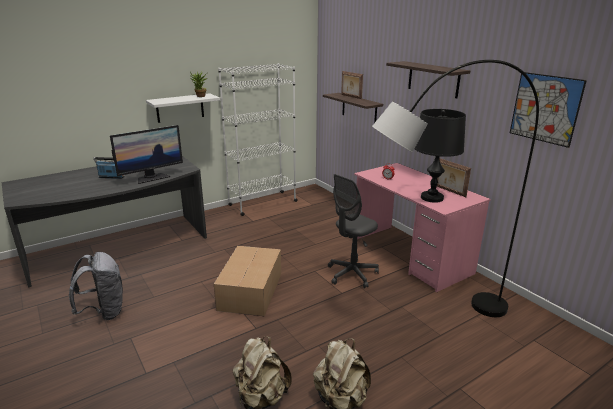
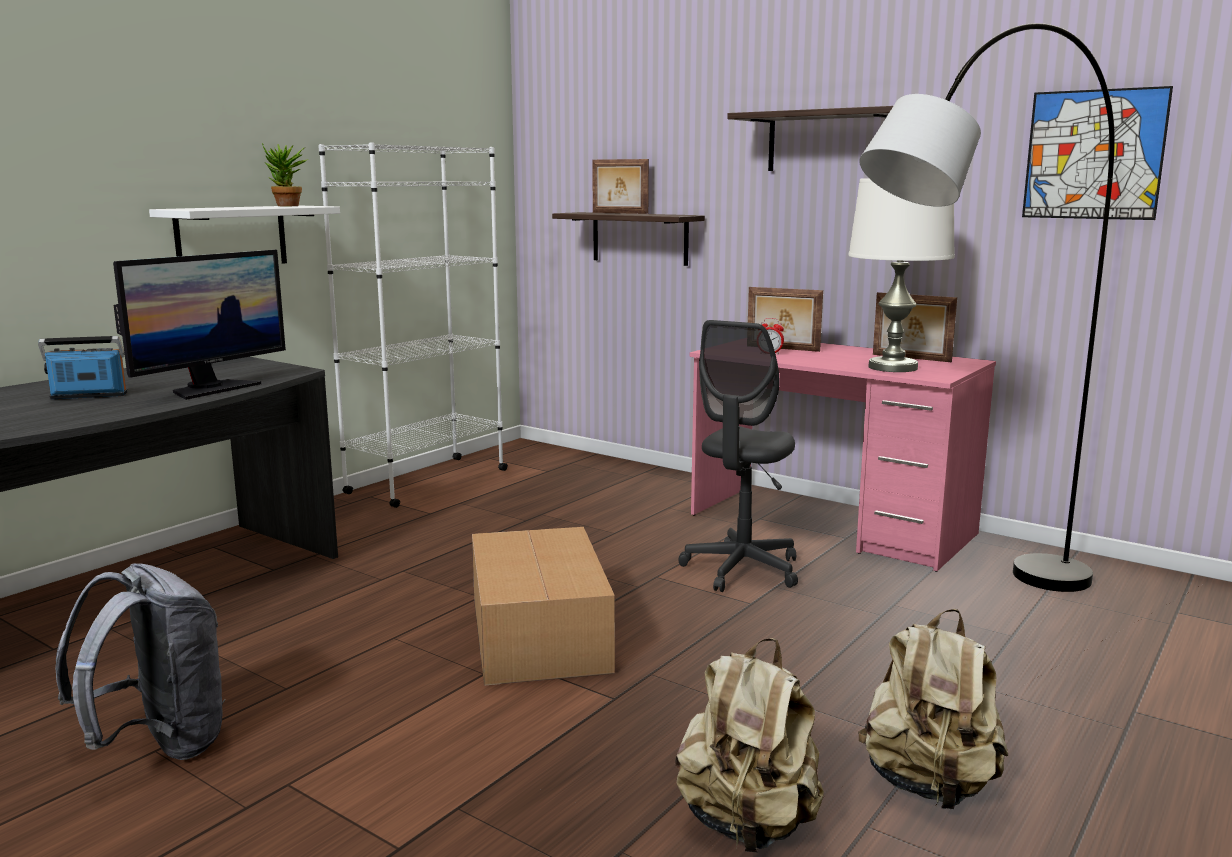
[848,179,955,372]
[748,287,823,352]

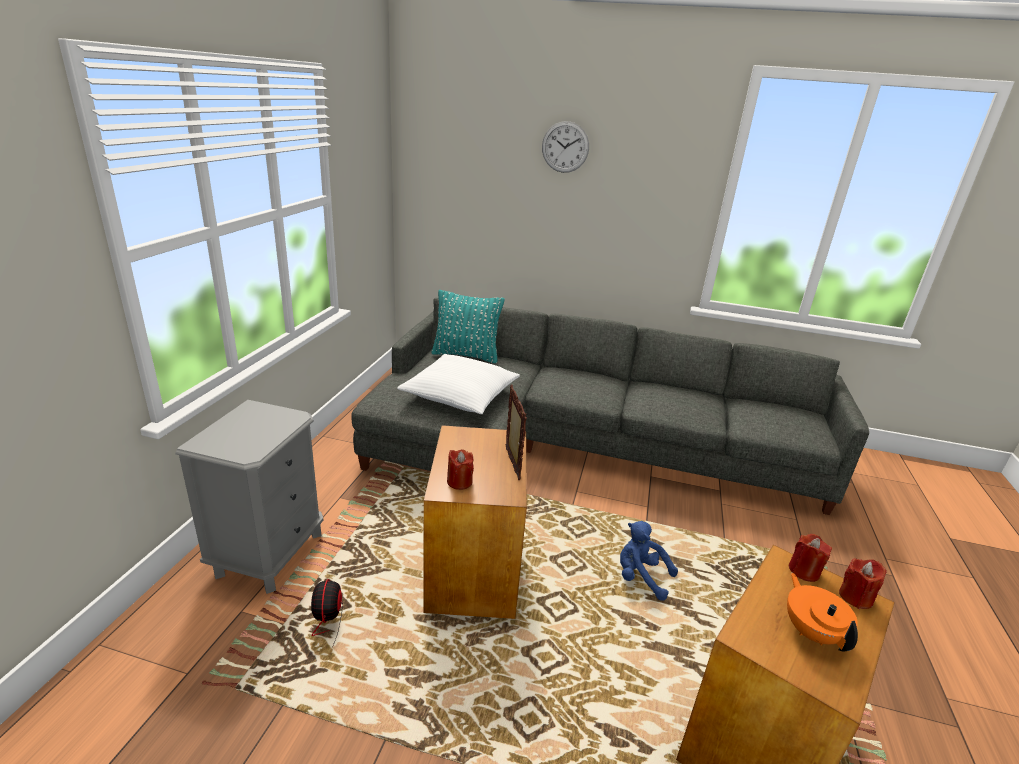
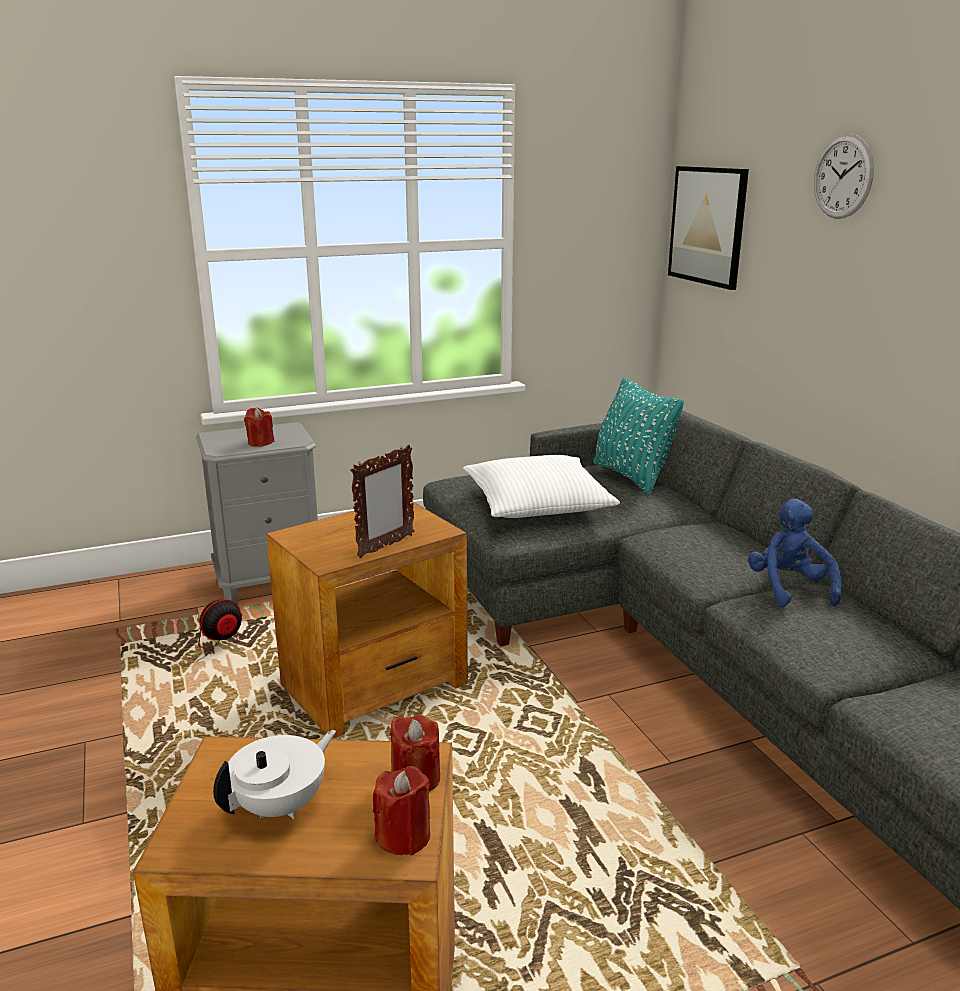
[244,408,274,447]
[748,499,842,607]
[213,730,336,819]
[668,166,749,290]

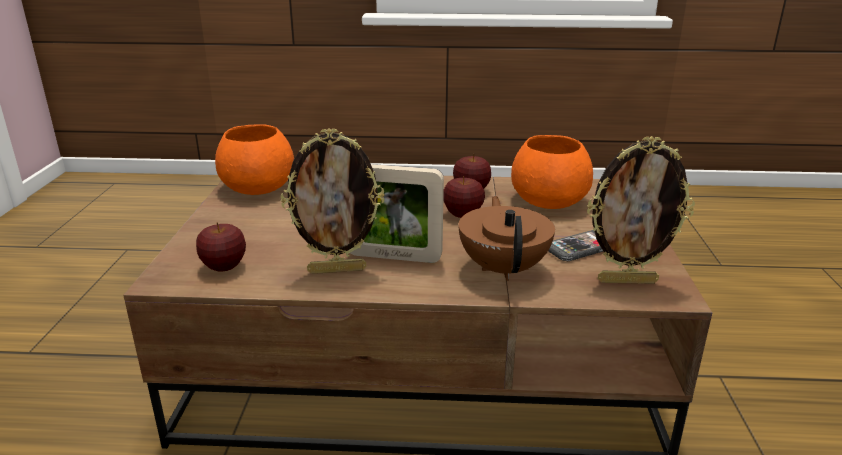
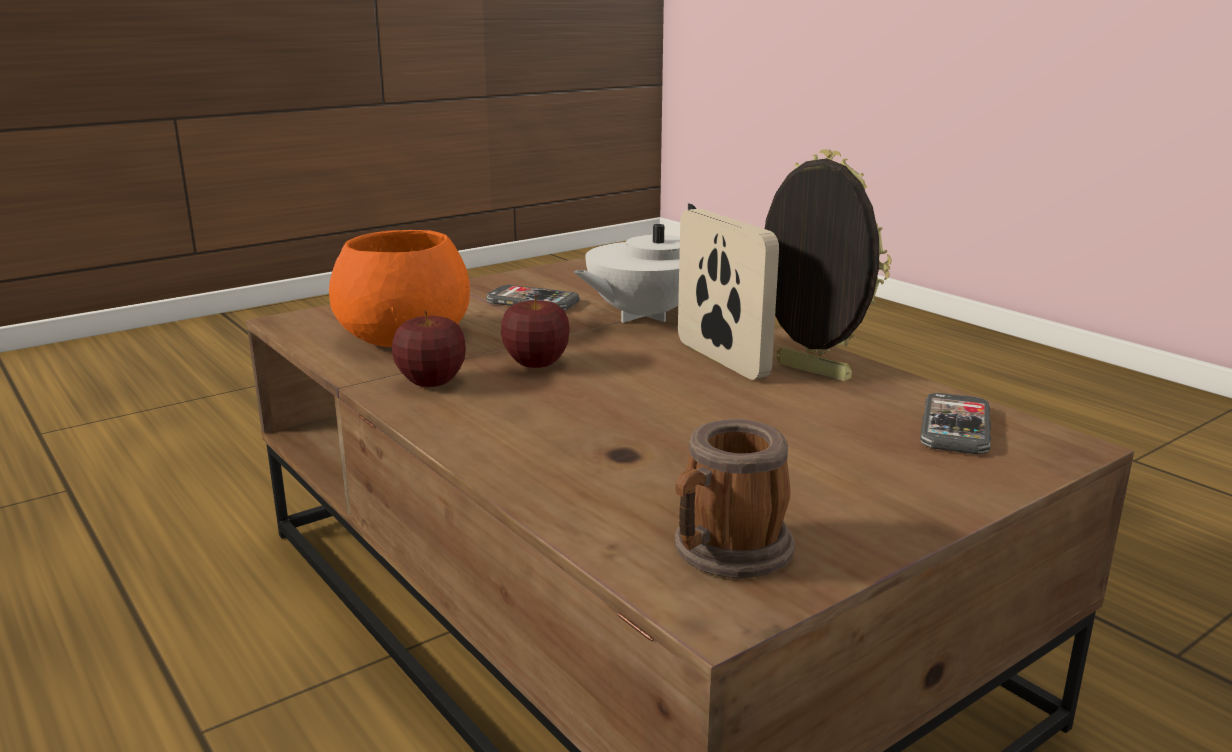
[920,393,991,454]
[675,419,795,578]
[574,203,696,323]
[587,136,695,284] (first image)

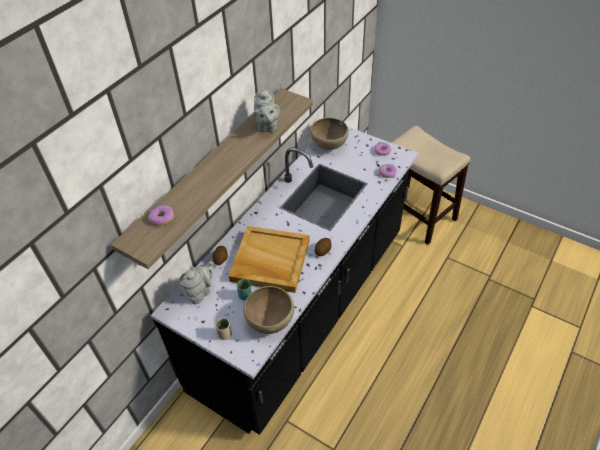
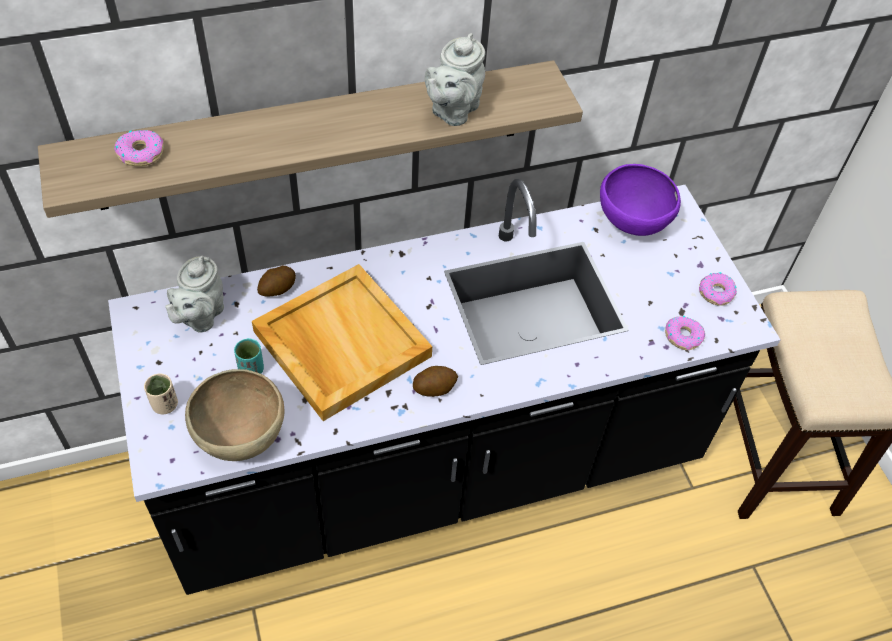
[165,256,224,333]
[600,164,681,236]

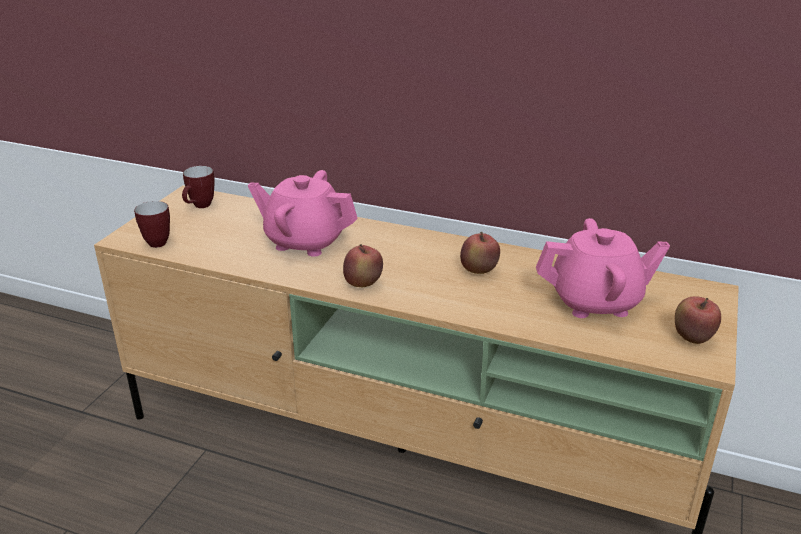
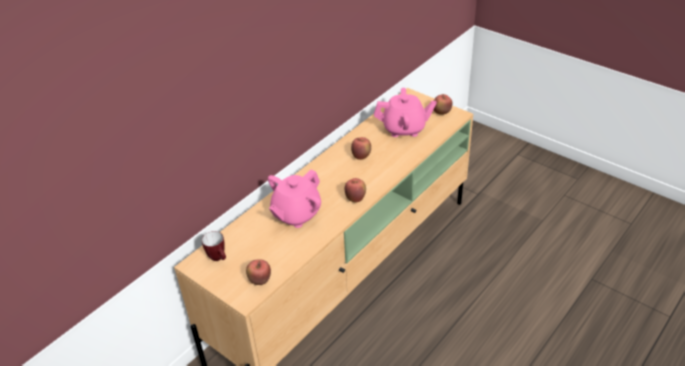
[246,259,271,285]
[374,88,437,137]

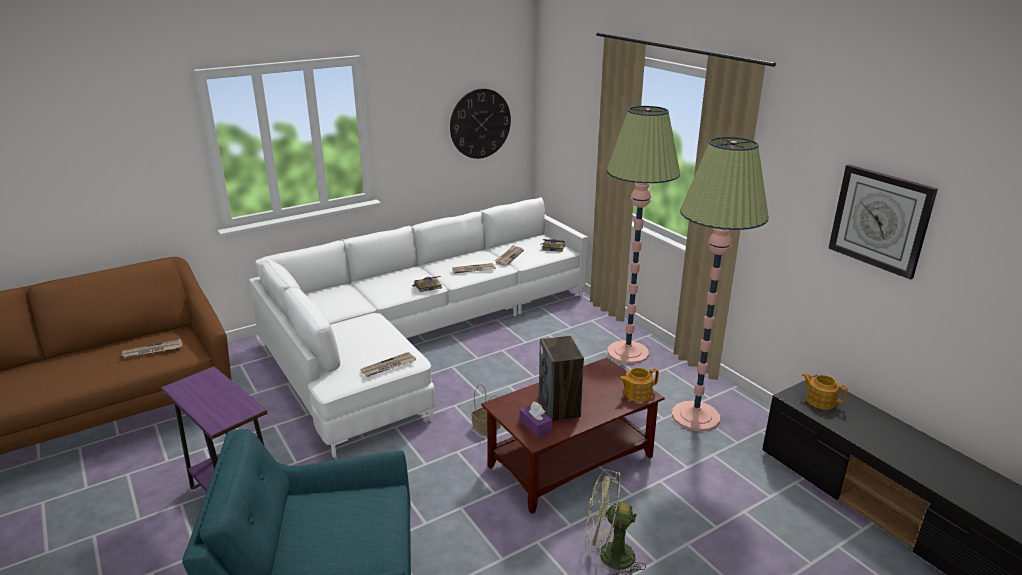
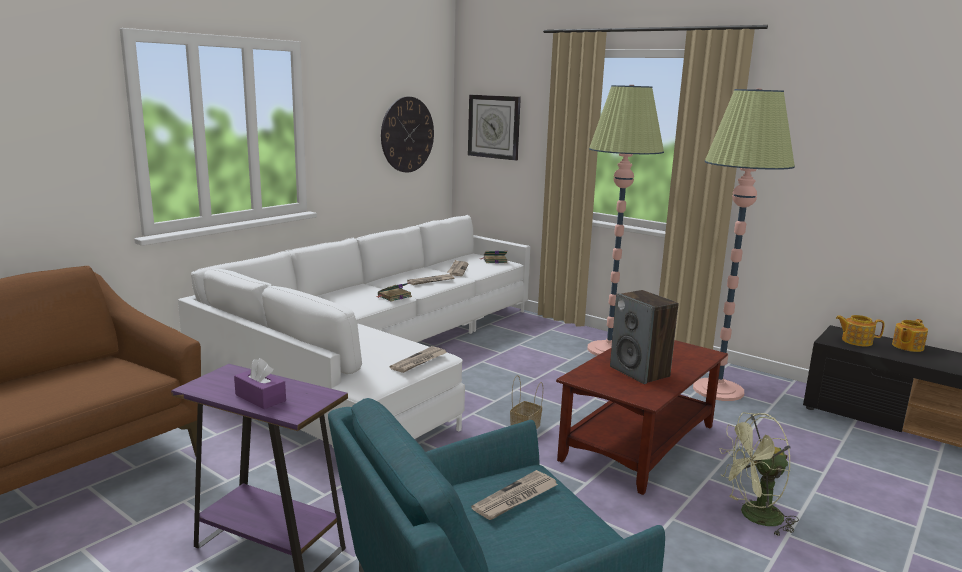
[471,470,558,520]
[234,358,286,409]
[892,319,928,352]
[468,95,521,161]

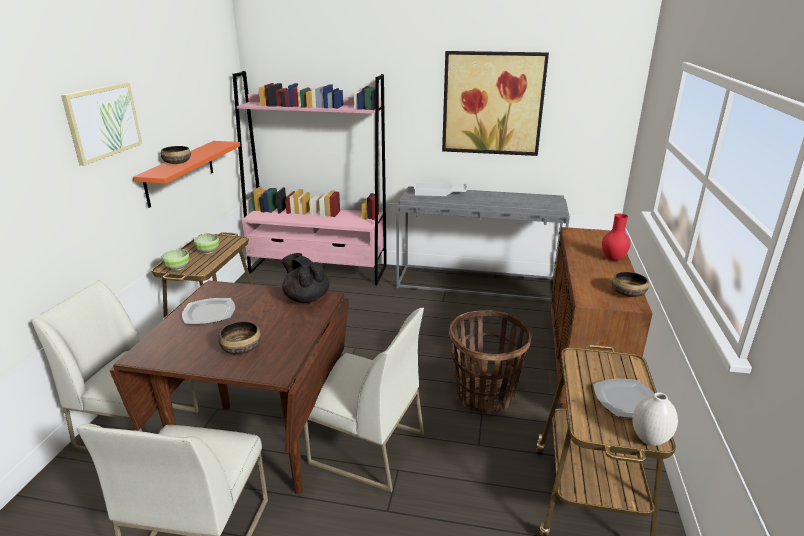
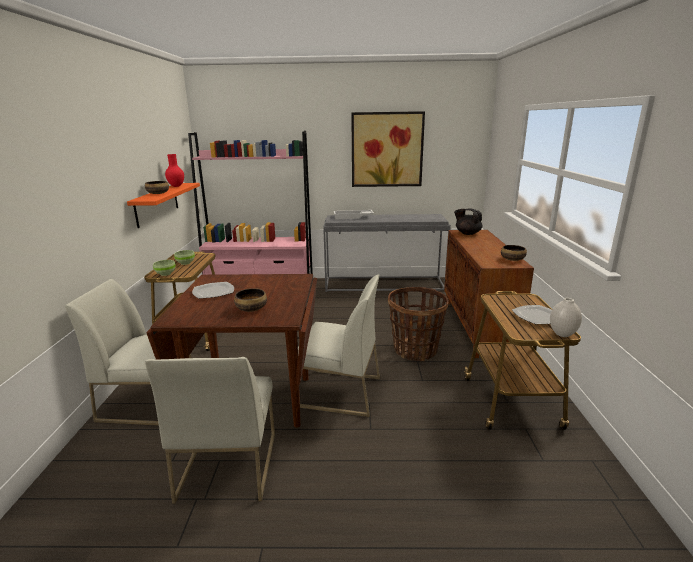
[61,82,142,166] (first image)
[454,208,482,235]
[165,154,184,187]

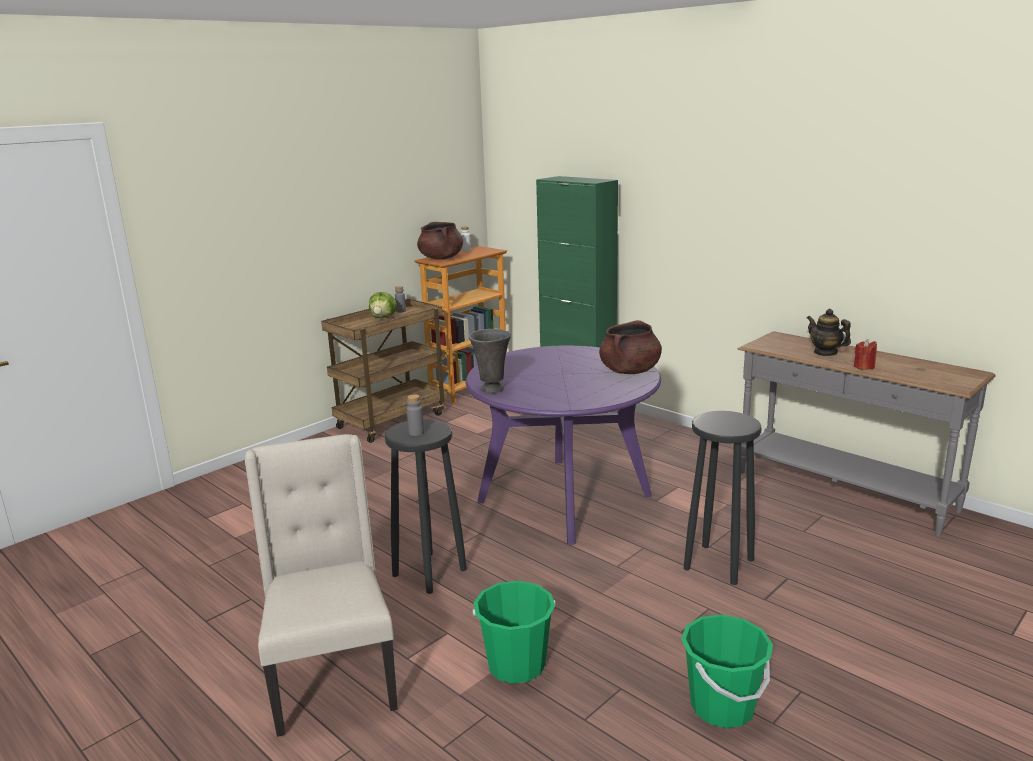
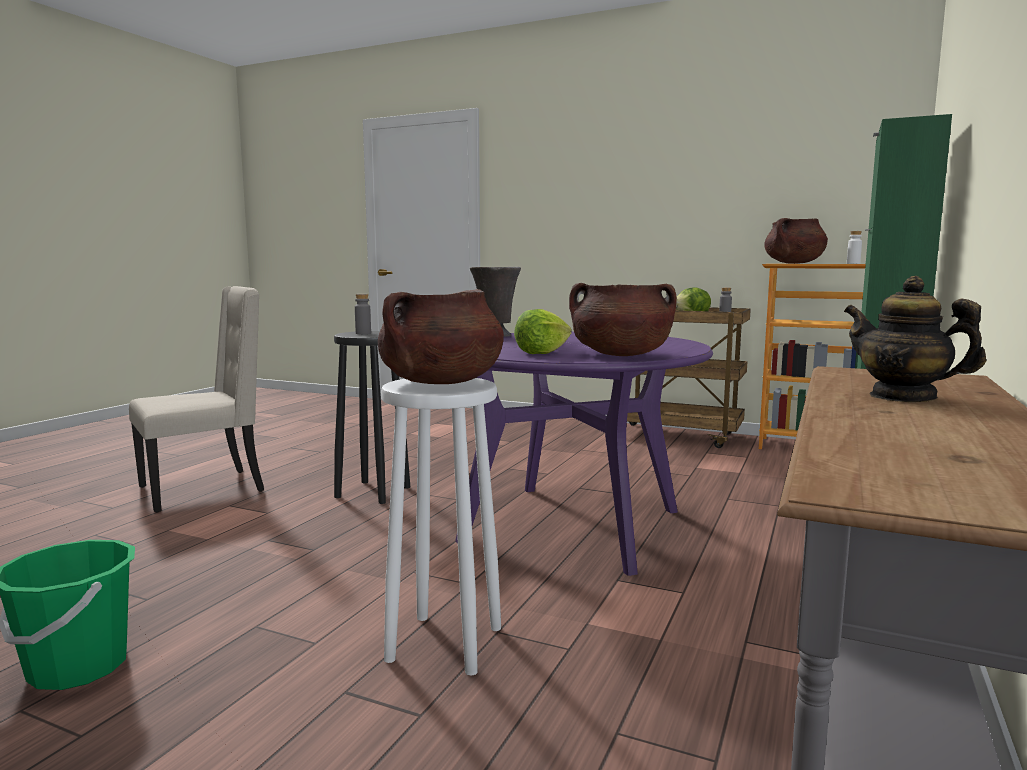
[472,581,555,684] (first image)
[381,378,501,675]
[844,276,986,402]
[854,339,877,370] (first image)
[378,289,504,384]
[514,309,571,354]

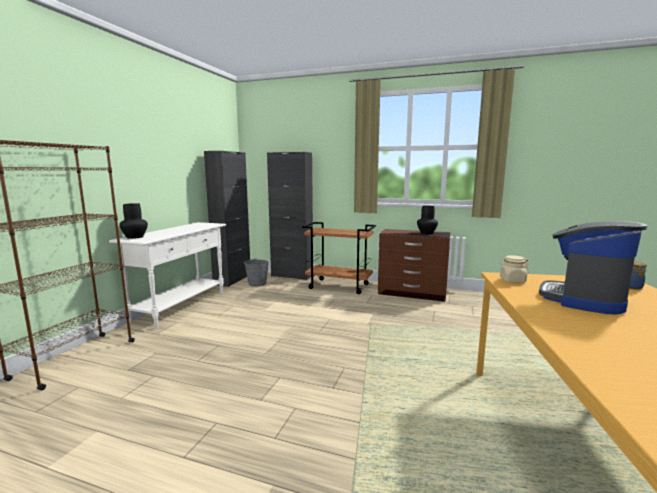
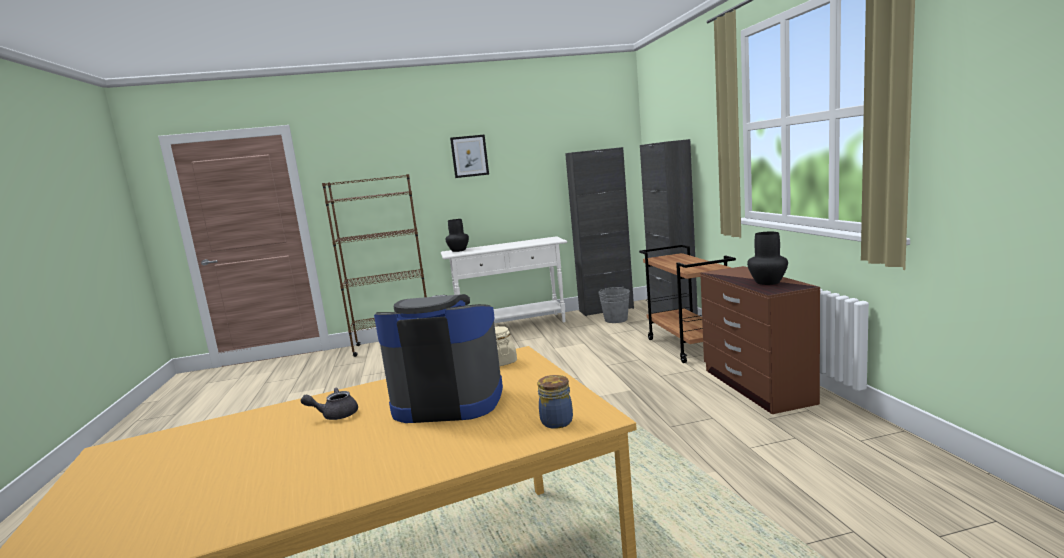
[301,388,358,420]
[450,134,489,178]

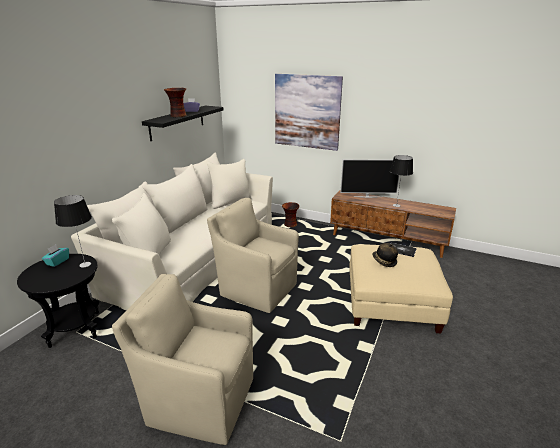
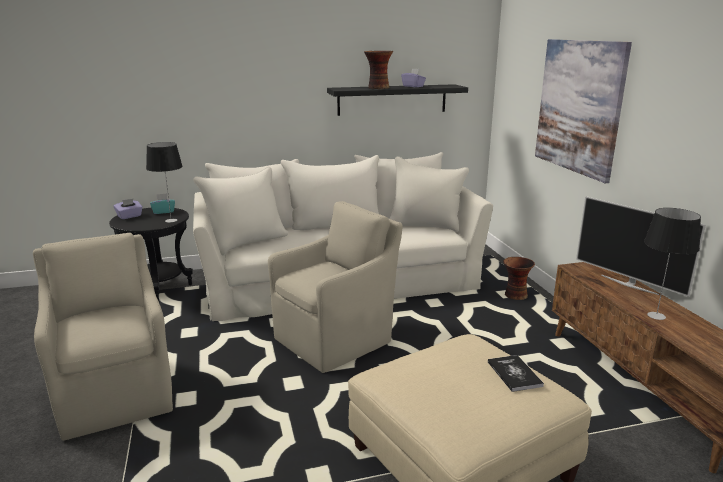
[268,201,402,373]
[372,243,398,267] (first image)
[114,199,143,219]

